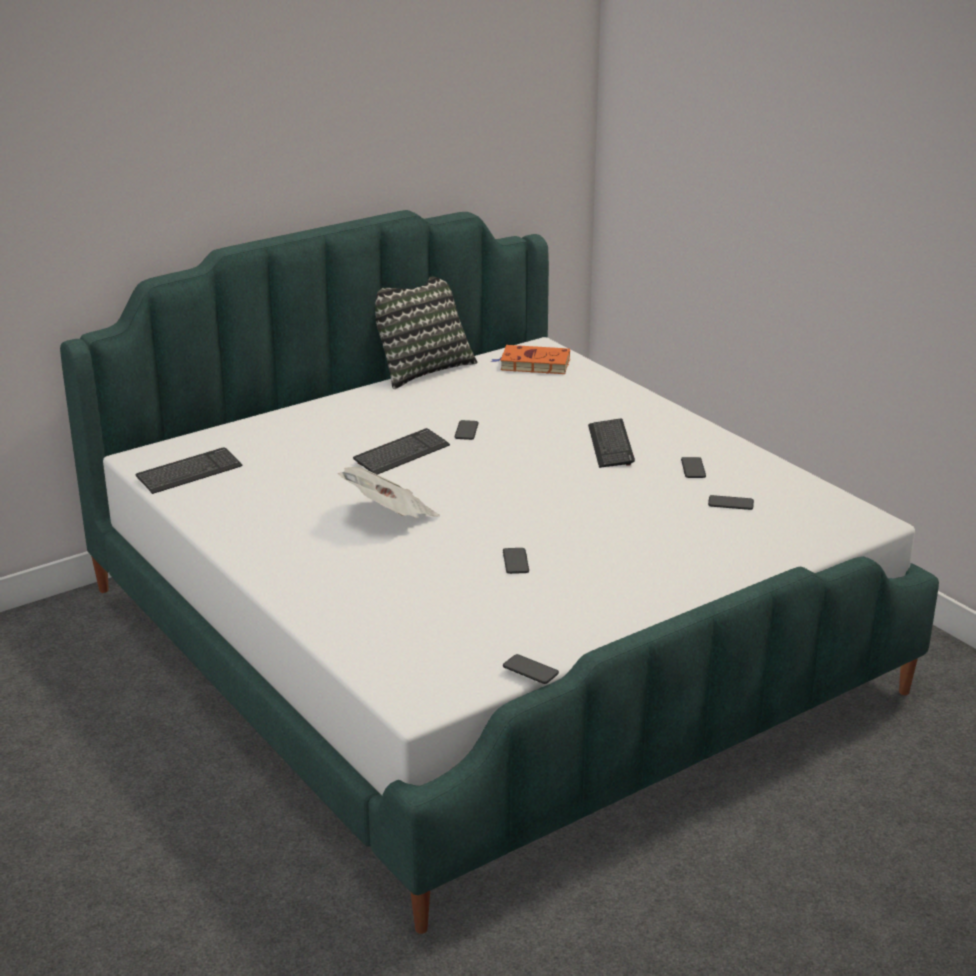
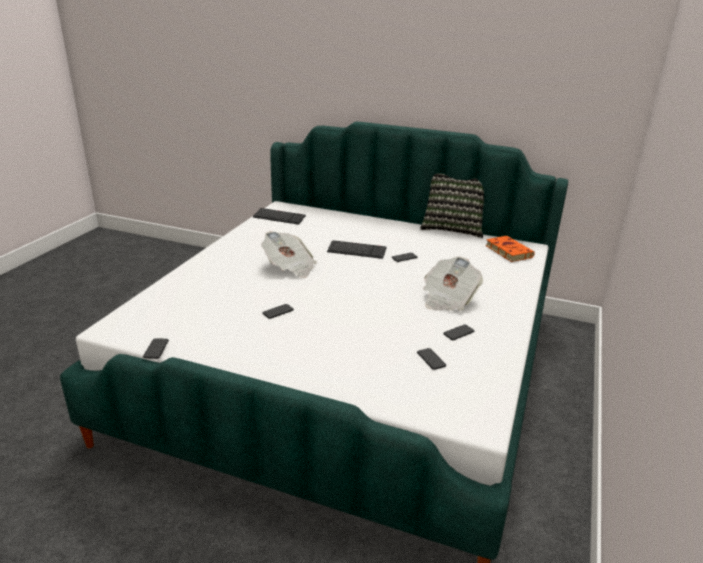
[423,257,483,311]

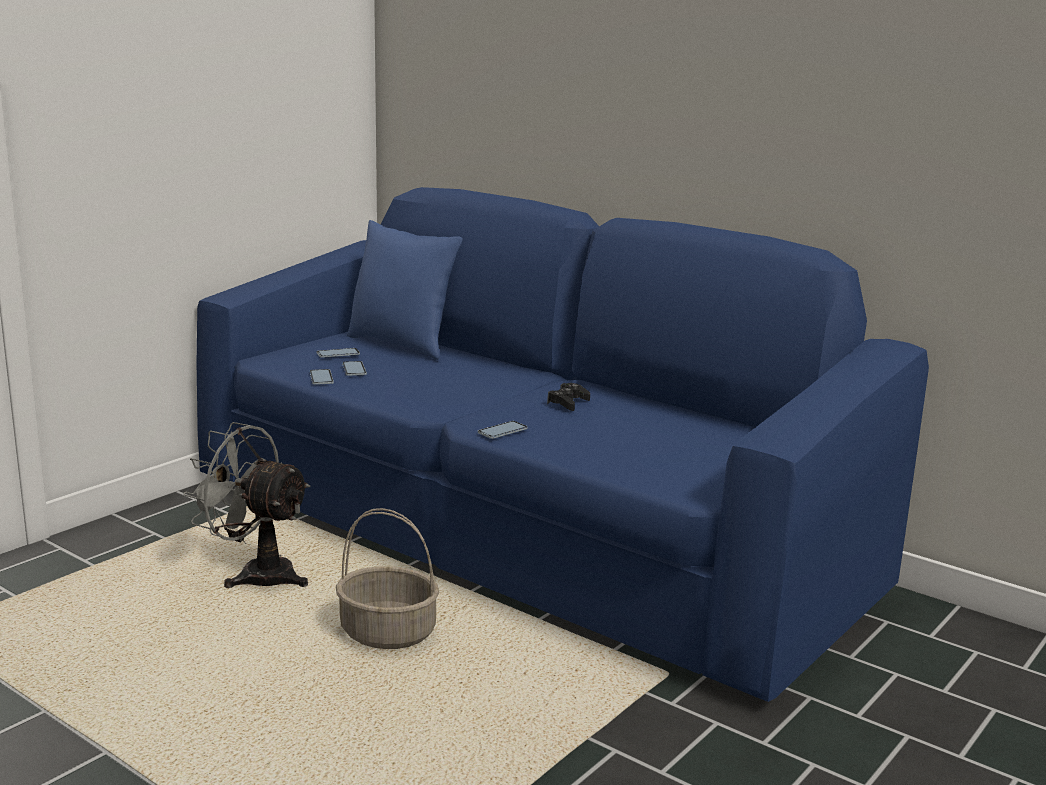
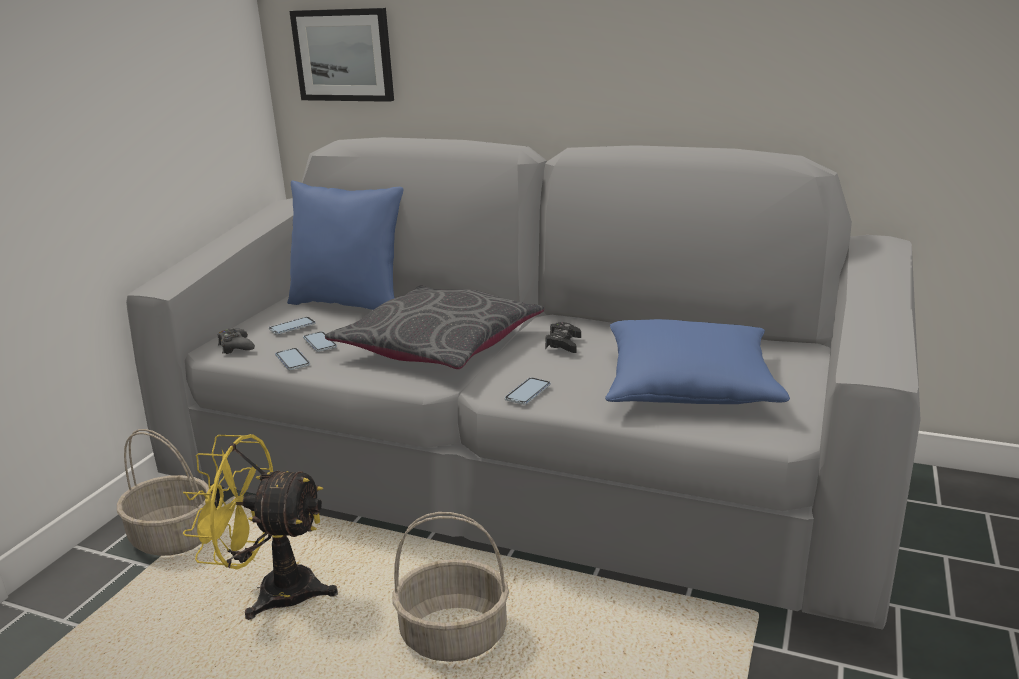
[183,434,338,620]
[126,137,921,630]
[117,429,209,556]
[217,328,255,354]
[289,8,394,102]
[325,285,544,369]
[605,319,790,404]

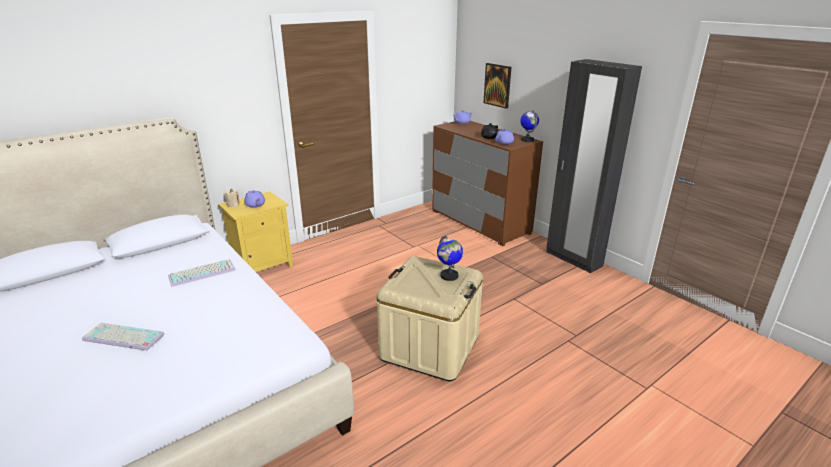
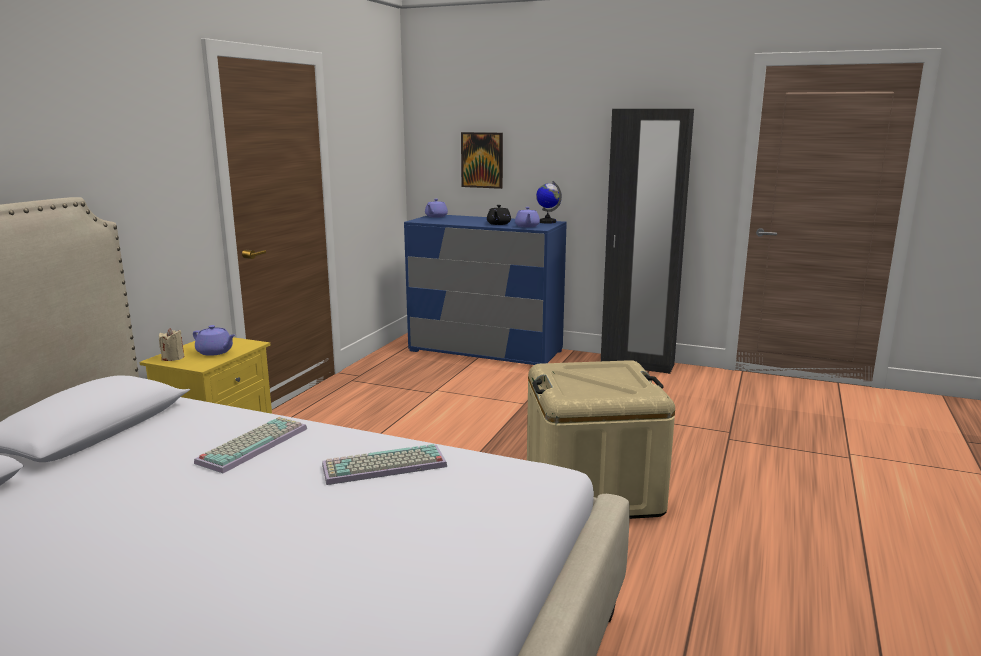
[322,444,447,485]
[404,215,567,365]
[437,235,463,281] (first image)

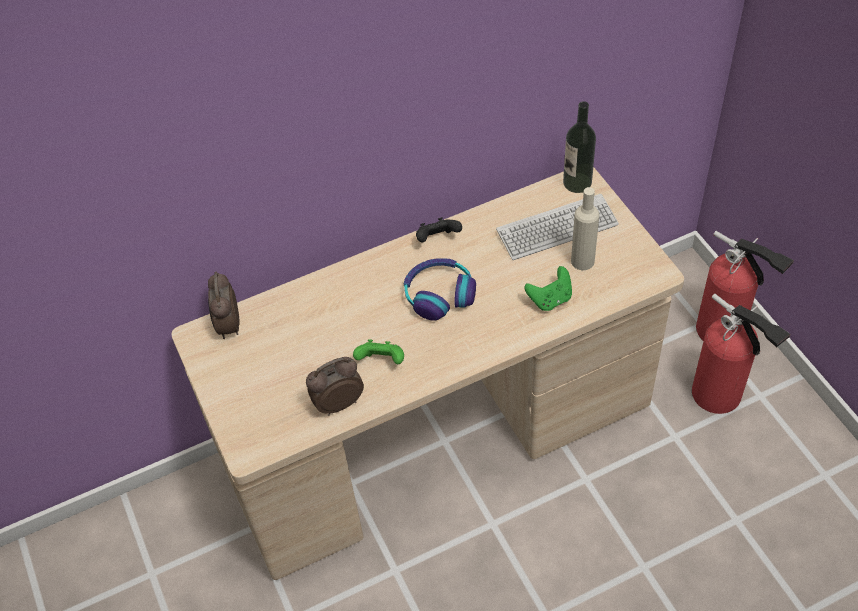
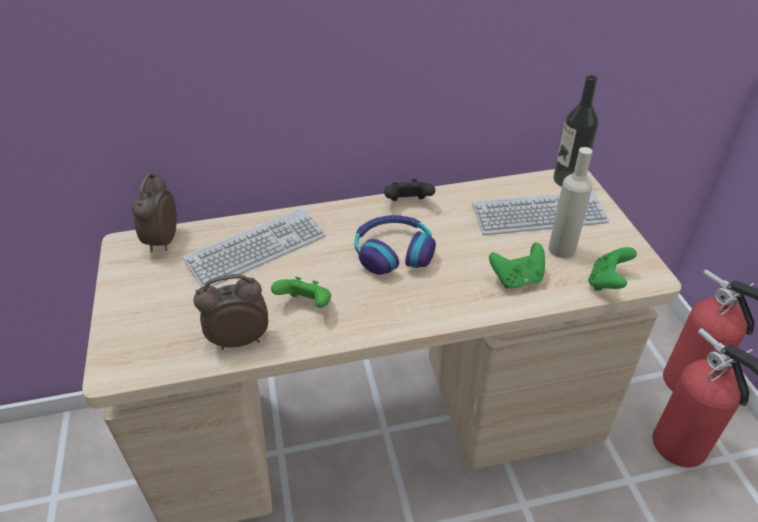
[183,208,326,287]
[588,247,637,291]

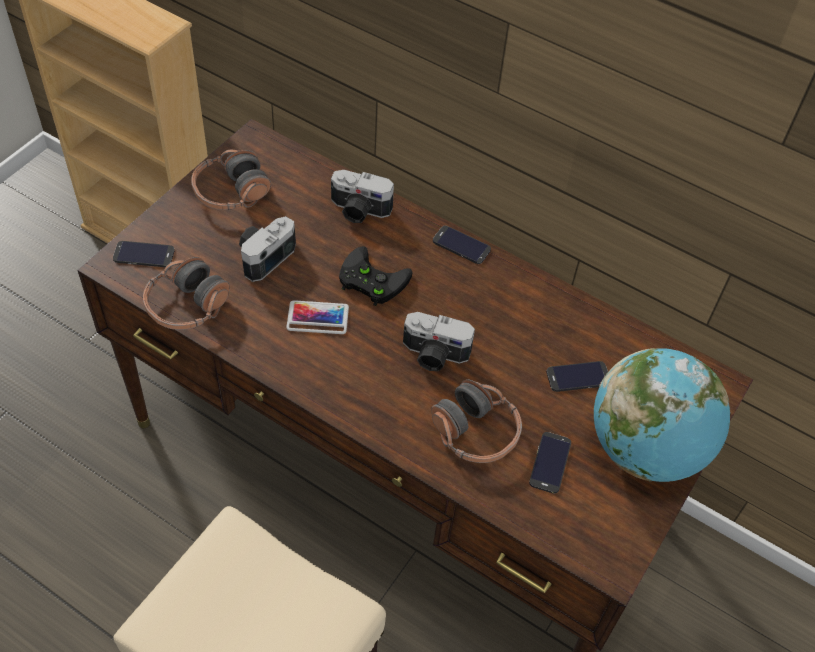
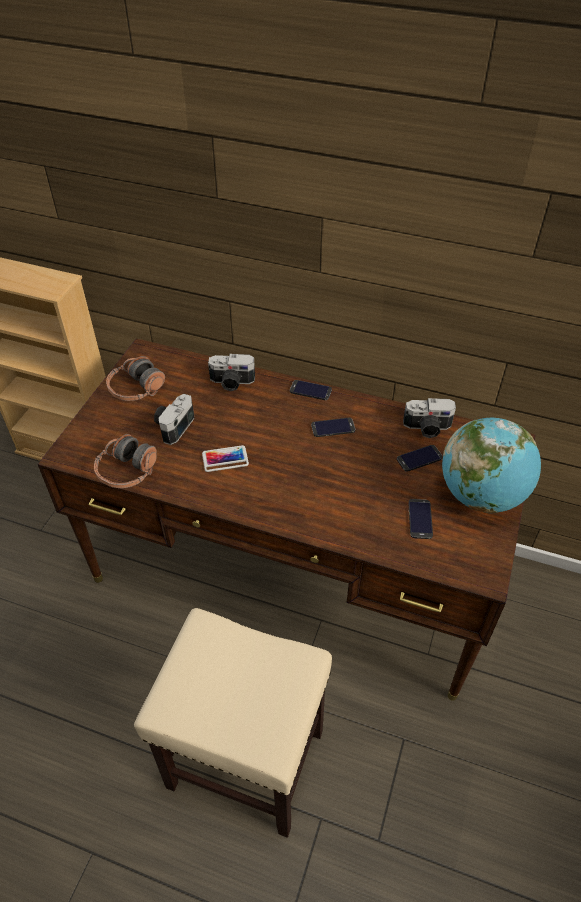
[311,418,355,437]
[339,246,412,306] (first image)
[403,398,456,438]
[431,379,522,463] (first image)

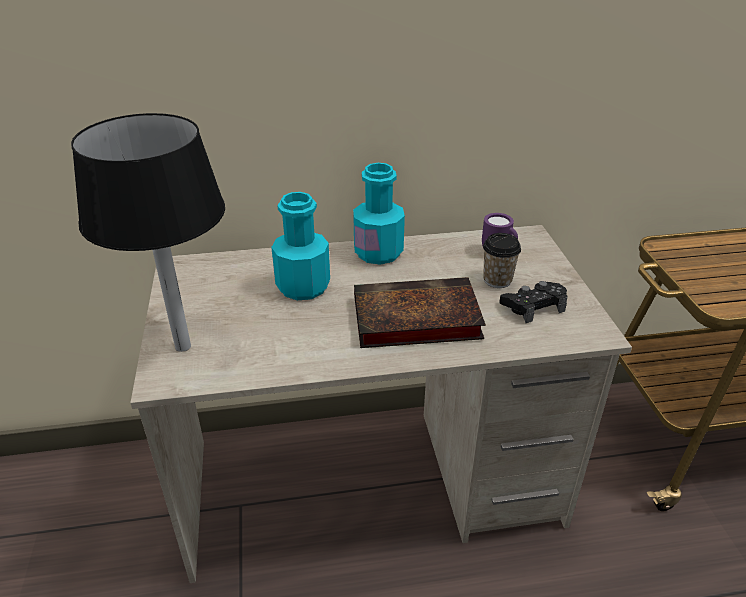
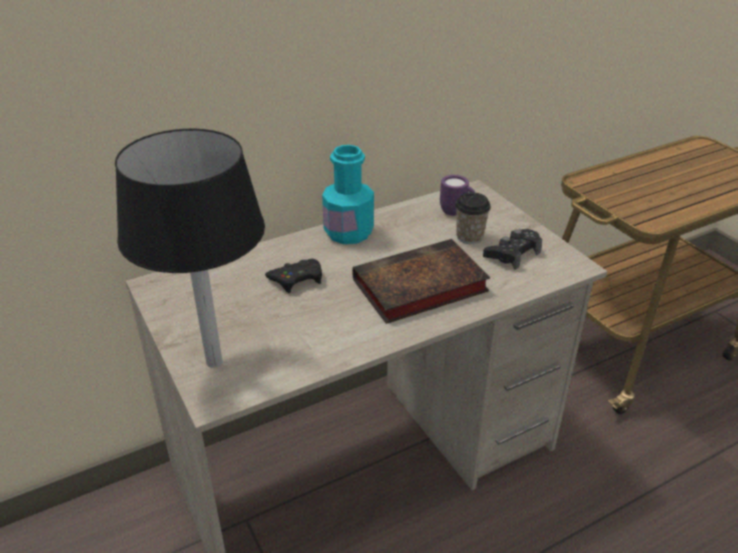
[265,259,322,293]

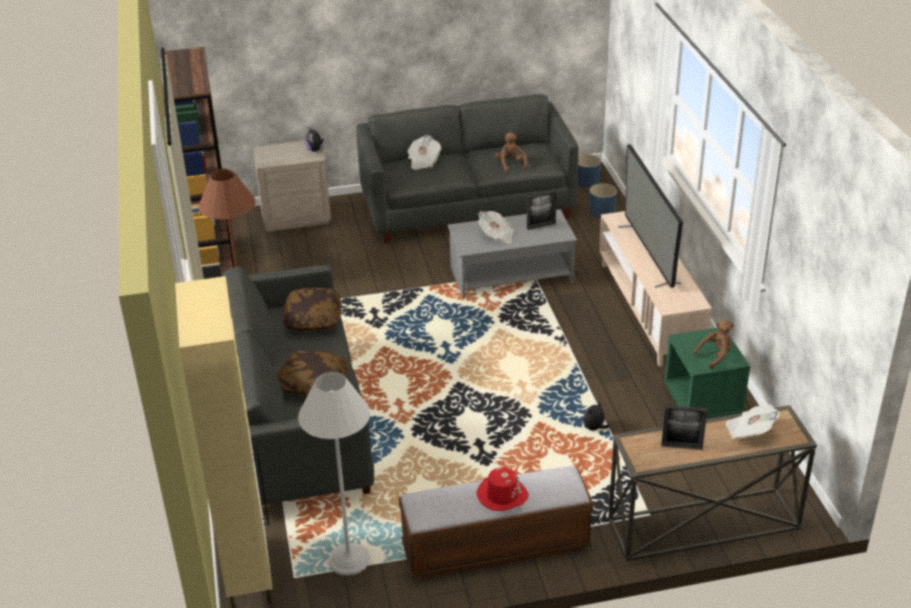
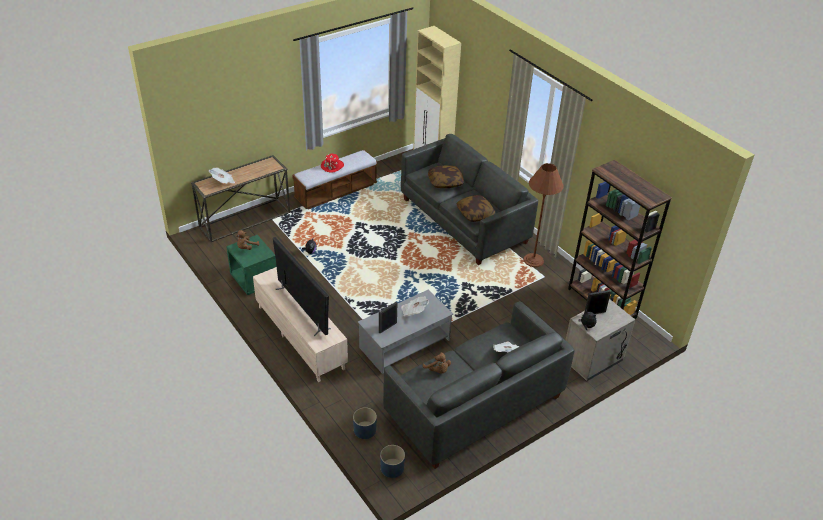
[298,372,370,576] (first image)
[584,290,611,314]

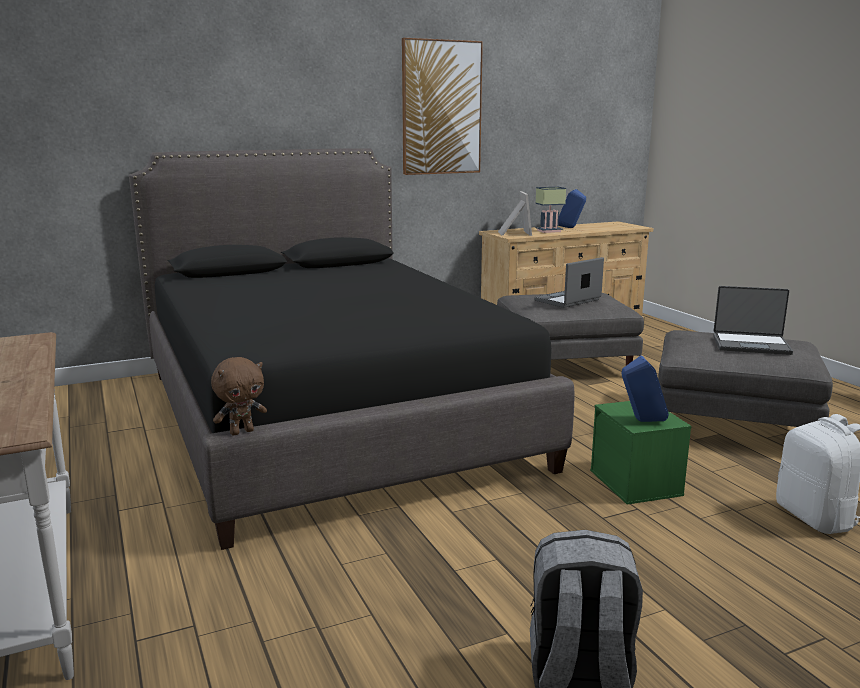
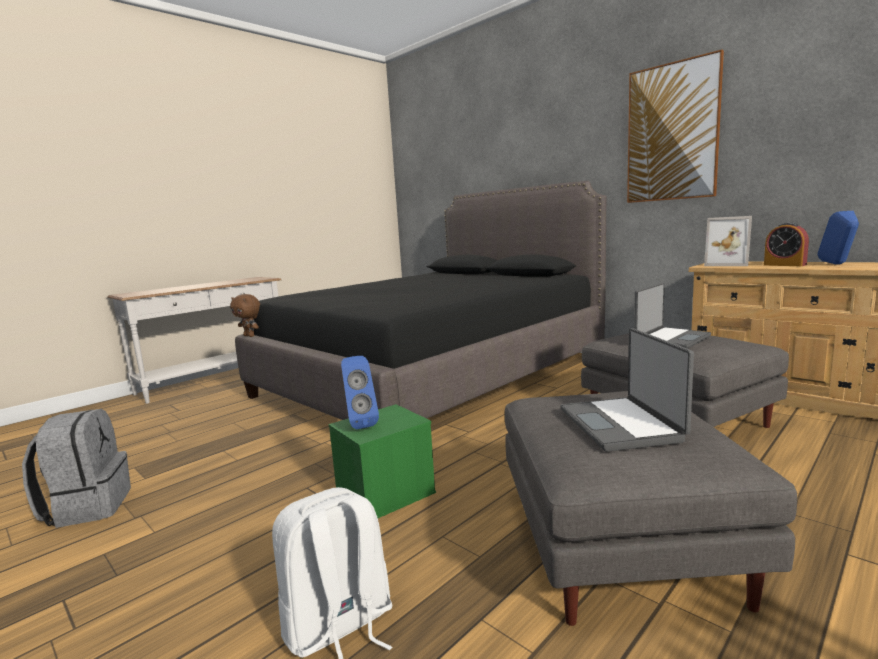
[704,216,752,266]
[634,283,711,349]
[764,222,809,266]

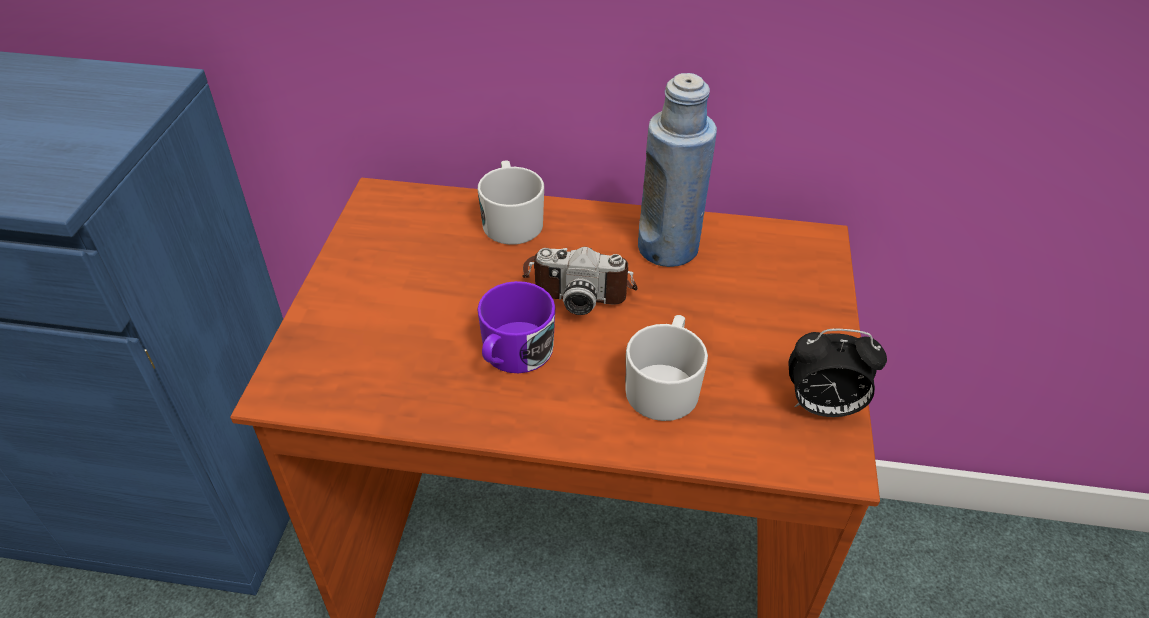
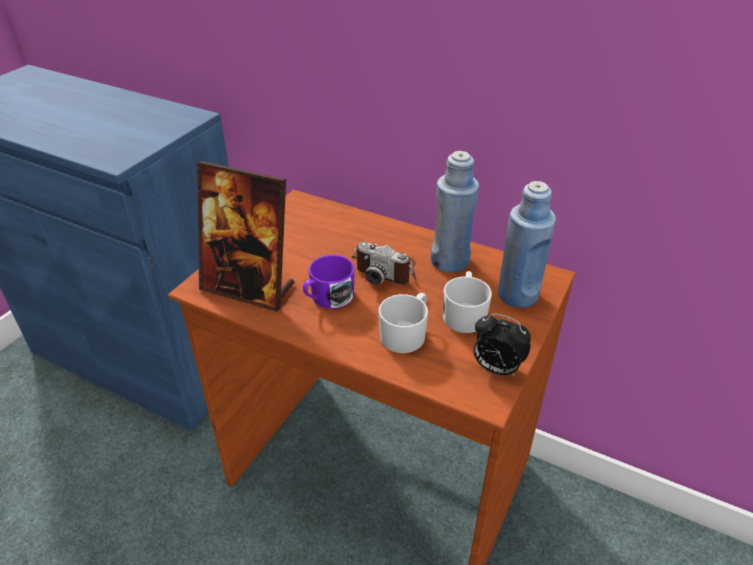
[443,271,492,333]
[197,161,294,311]
[498,181,556,308]

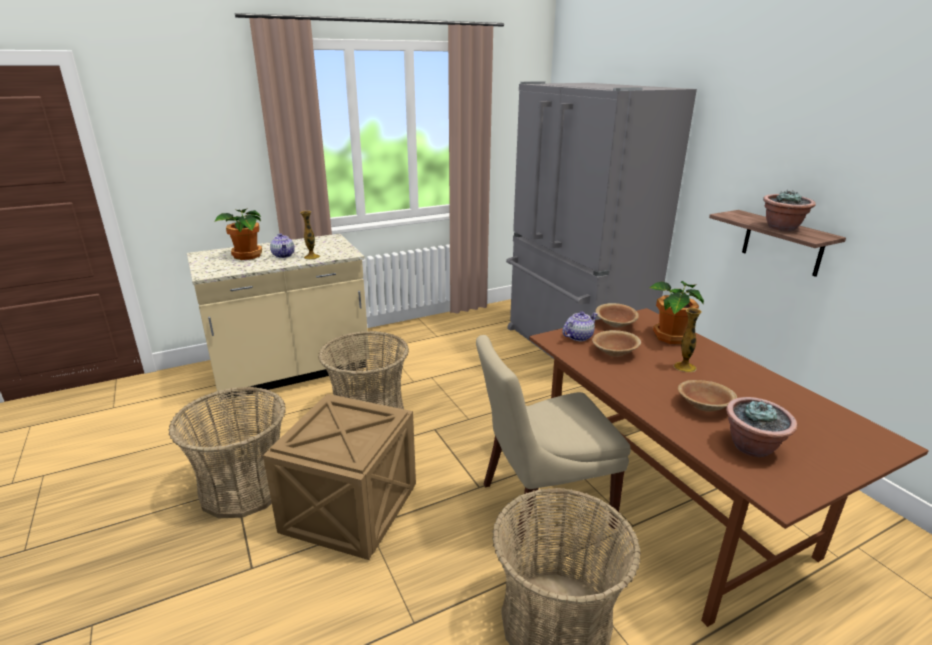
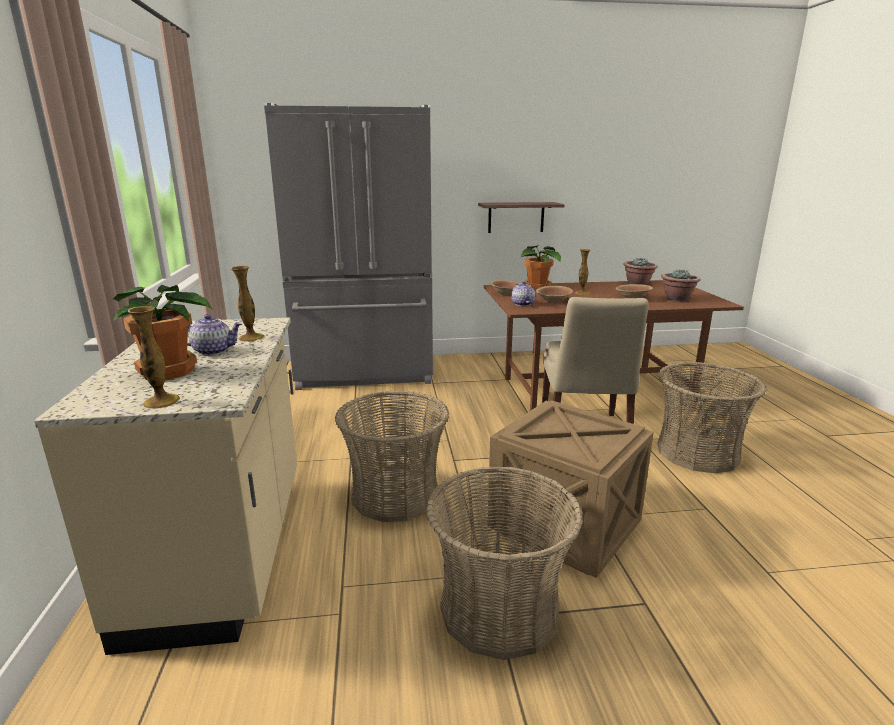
[624,258,658,285]
[128,306,180,409]

